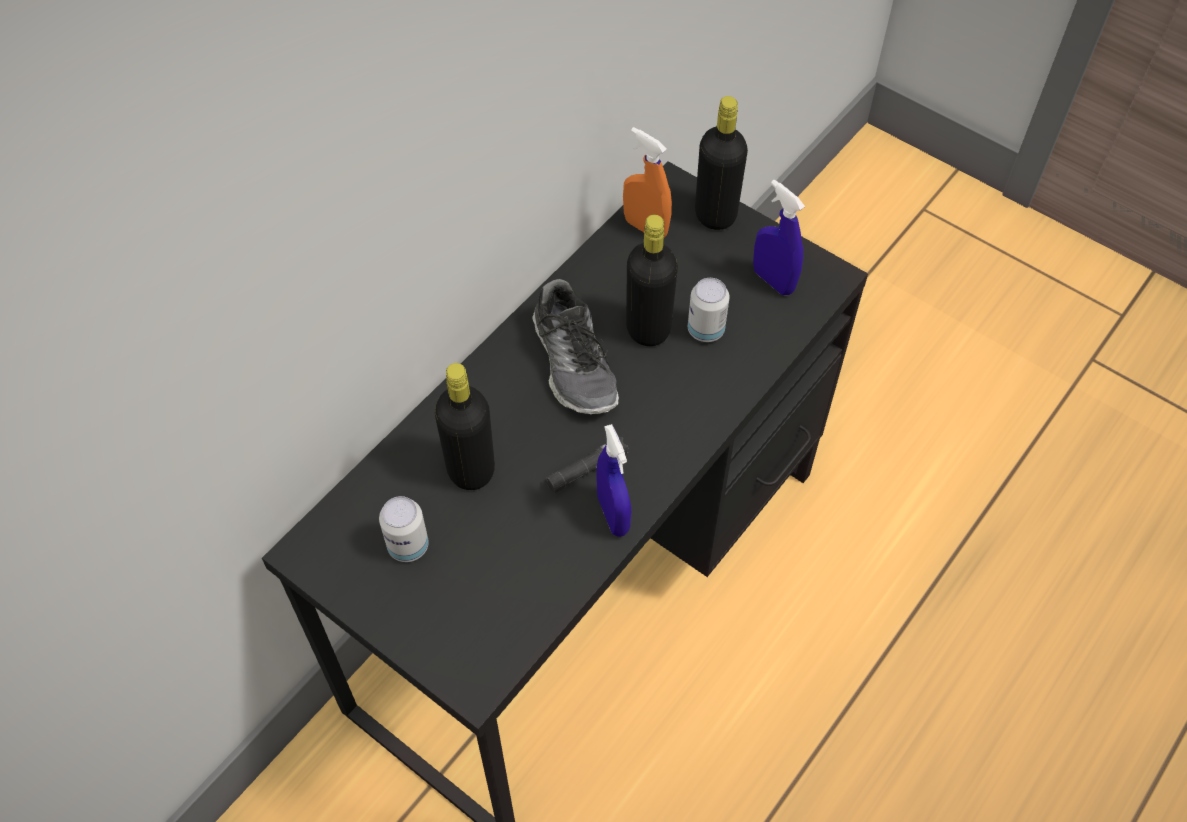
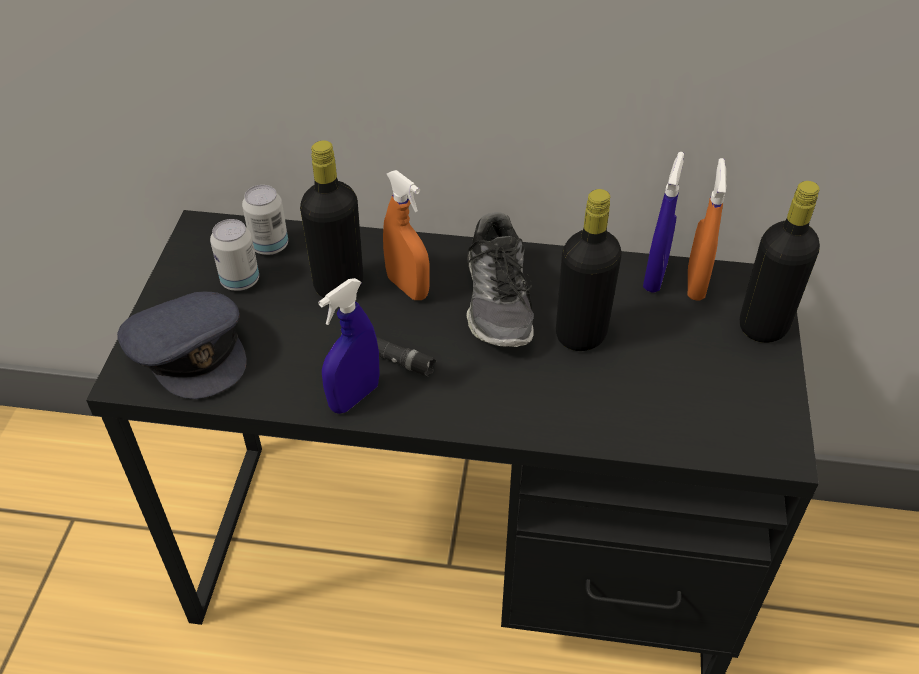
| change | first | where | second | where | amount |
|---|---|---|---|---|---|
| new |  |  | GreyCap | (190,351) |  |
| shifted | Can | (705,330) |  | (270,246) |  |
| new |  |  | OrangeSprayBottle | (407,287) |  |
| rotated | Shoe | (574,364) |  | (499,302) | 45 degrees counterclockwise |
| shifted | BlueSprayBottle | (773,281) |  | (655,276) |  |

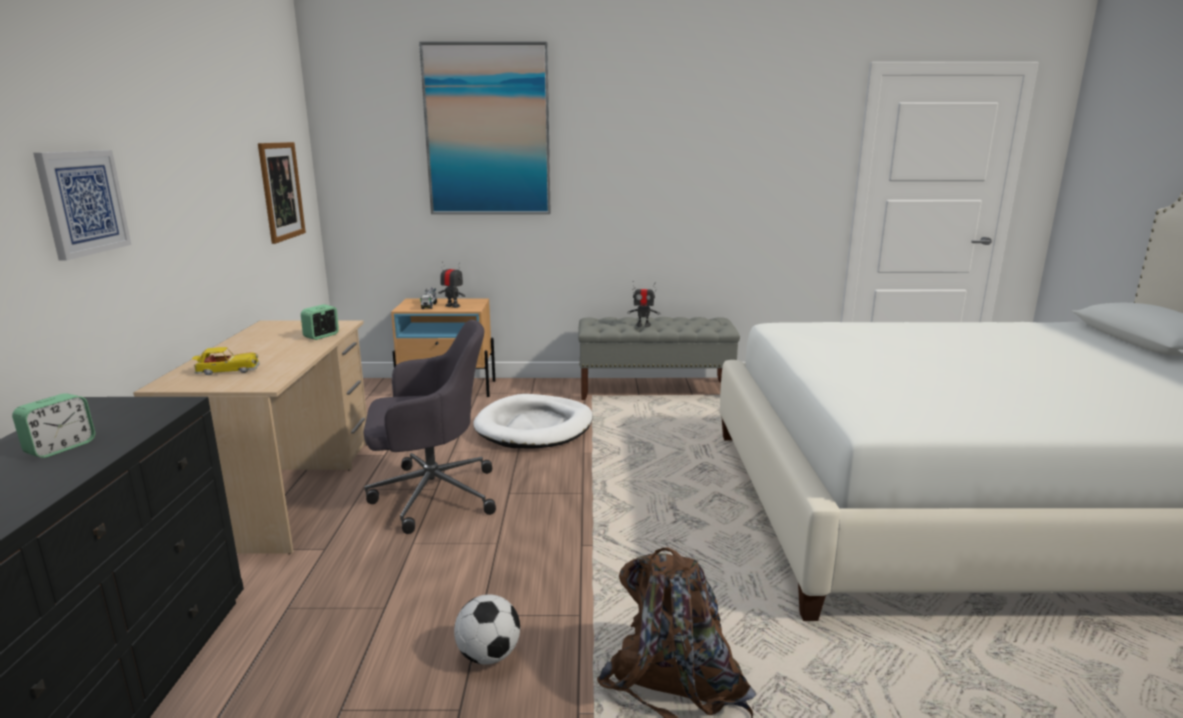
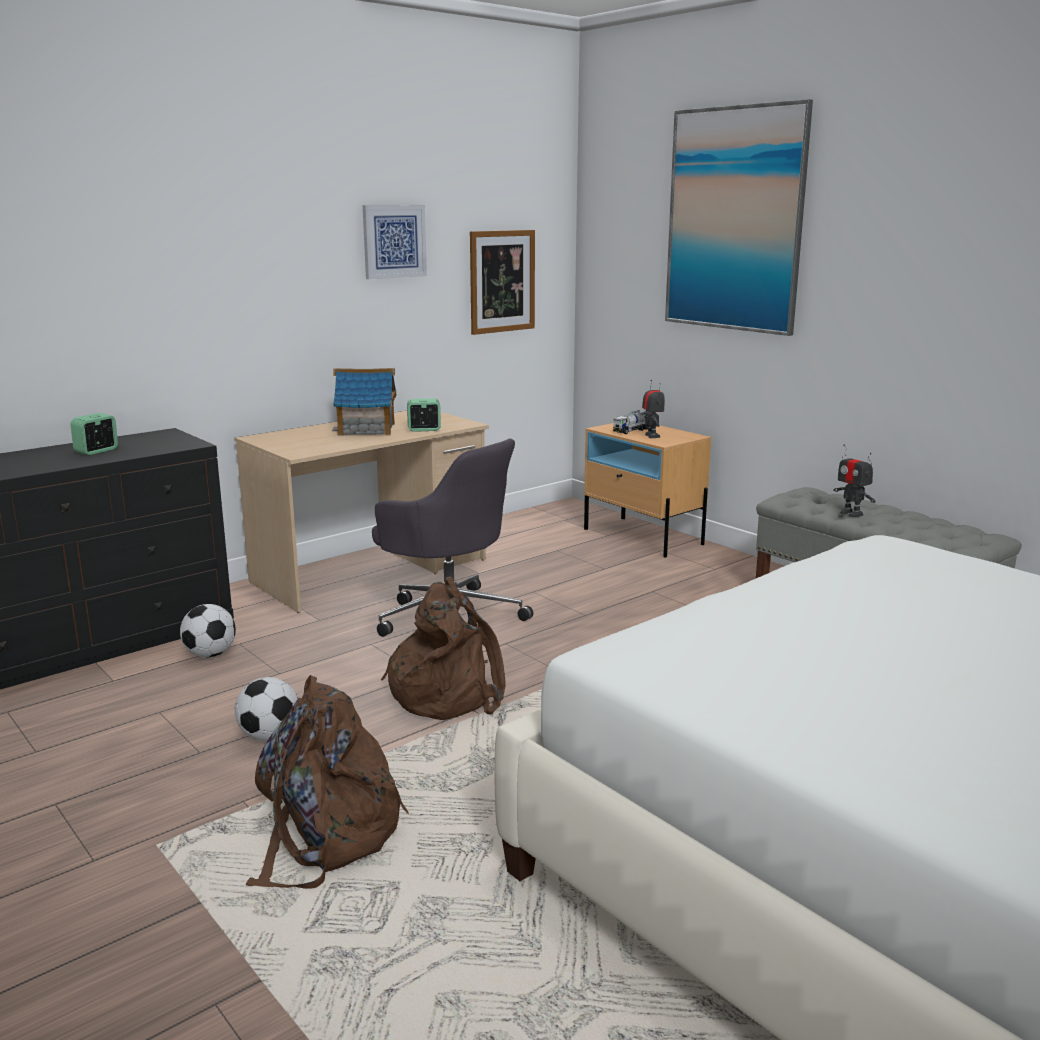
| change | first | where | second | where | amount |
|---|---|---|---|---|---|
| rotated | AlarmClock | (61,448) |  | (97,451) | 135 degrees clockwise |
| new |  |  | Football | (210,654) |  |
| new |  |  | ToyHouse | (367,429) |  |
| shifted | Picture | (82,202) |  | (394,241) |  |
| new |  |  | BrownBackpack | (447,693) |  |
| gone | ToyCar | (227,370) |  |  |  |
| gone | WhiteDogBed | (534,427) |  |  |  |

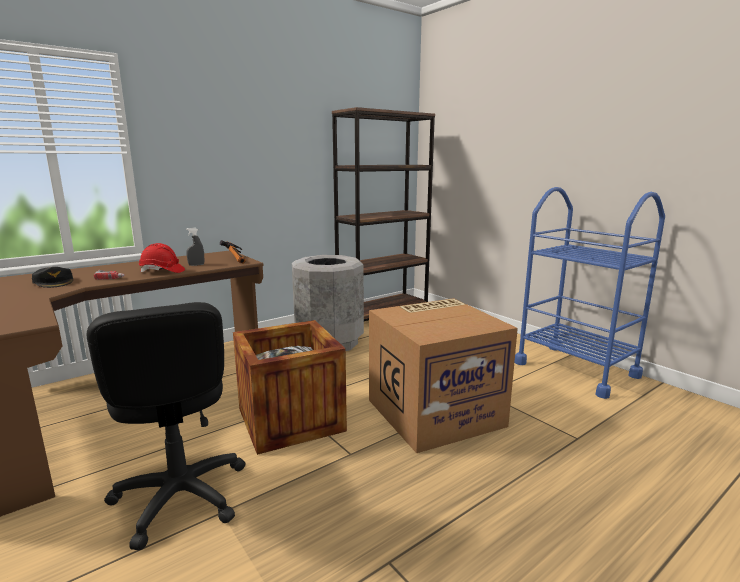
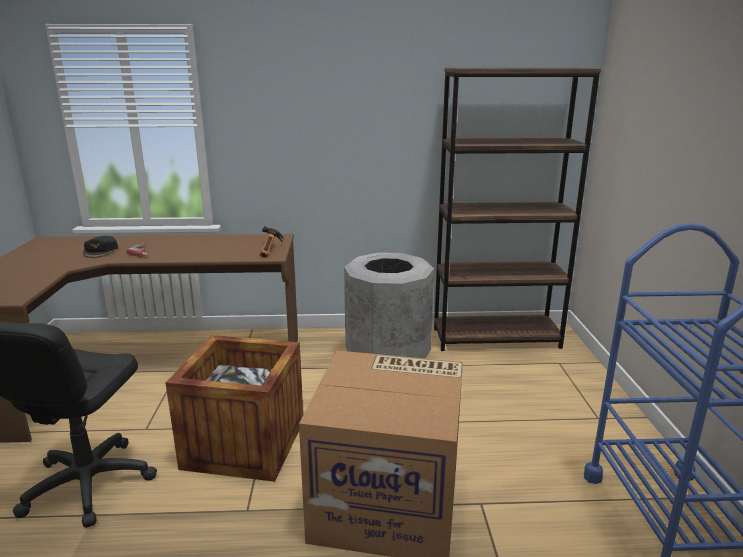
| change | first | where | second | where | amount |
|---|---|---|---|---|---|
| gone | RedHardHat | (162,271) |  |  |  |
| gone | GreySprayBottle | (196,265) |  |  |  |

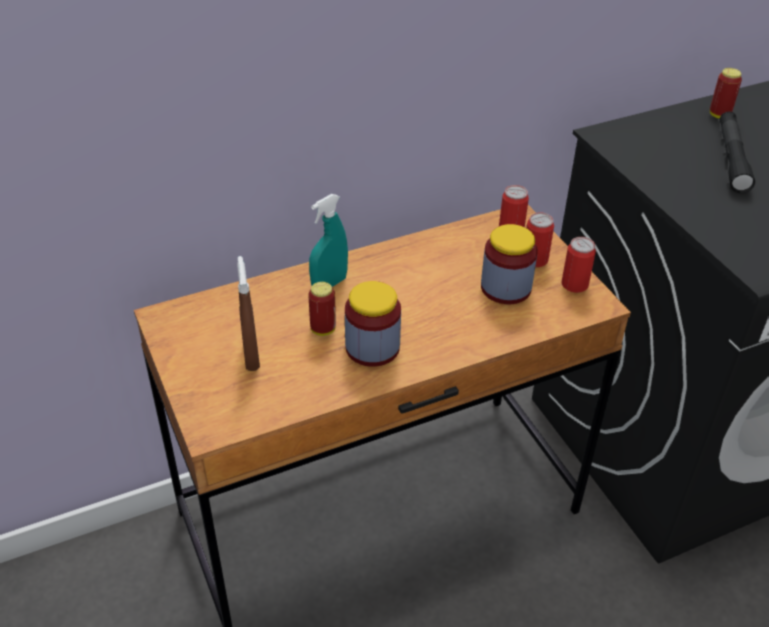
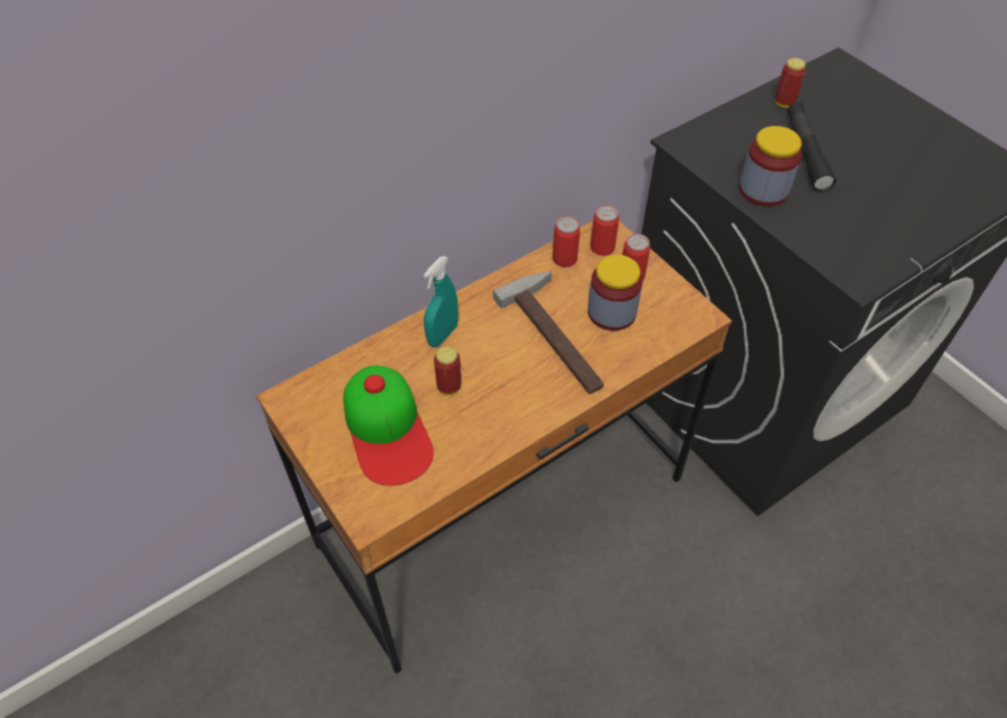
| change | first | where | second | where | amount |
|---|---|---|---|---|---|
| swapped | BrownSprayBottle | (251,357) | Cap | (387,429) |  |
| new |  |  | Hammer | (559,335) |  |
| shifted | Can | (574,284) |  | (564,259) |  |
| shifted | Jar | (372,347) |  | (763,190) |  |

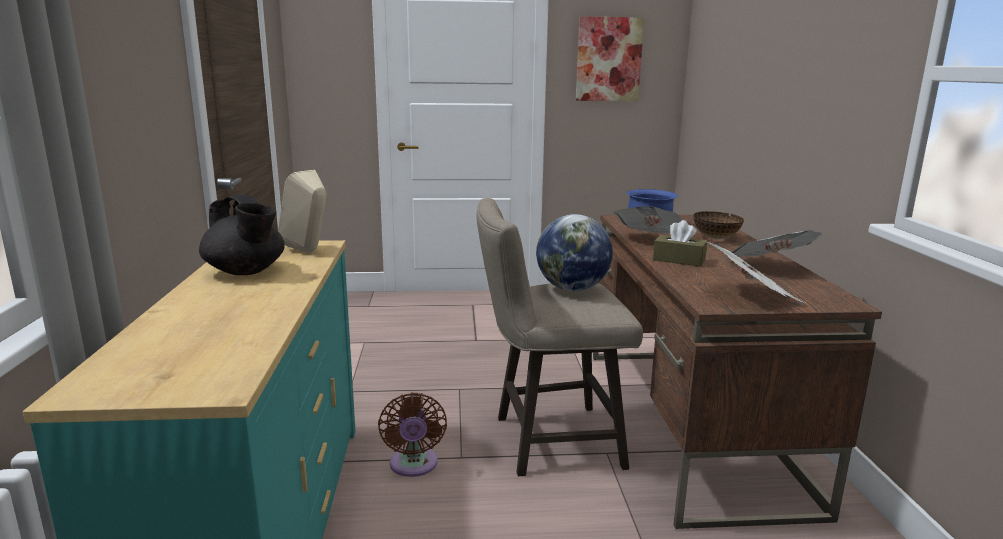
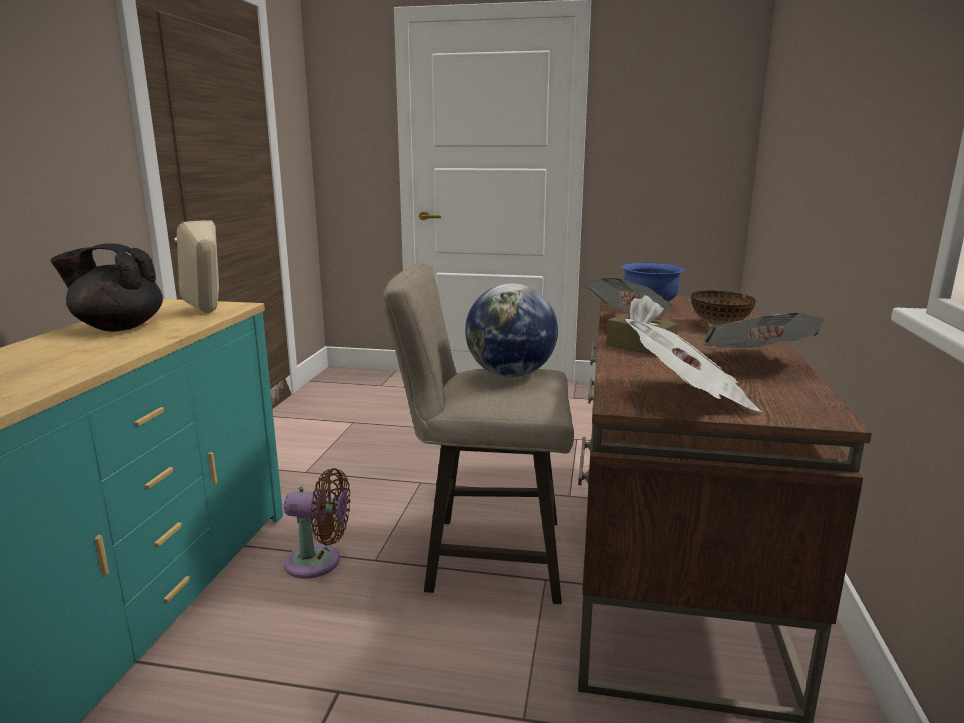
| change | first | where | second | where | amount |
|---|---|---|---|---|---|
| rotated | BlackTeapot | (246,272) |  | (118,327) | 120 degrees clockwise |
| rotated | BrownFan | (413,466) |  | (318,562) | 90 degrees counterclockwise |
| gone | Picture | (608,59) |  |  |  |

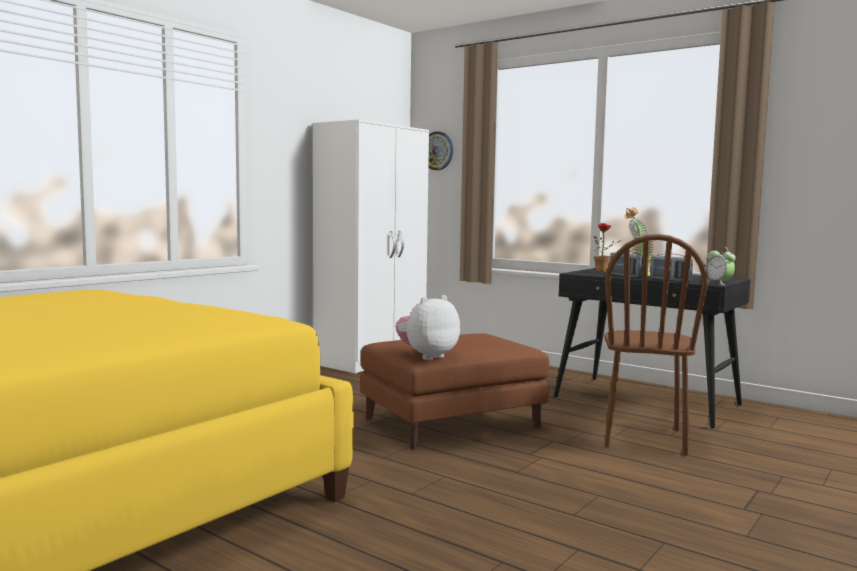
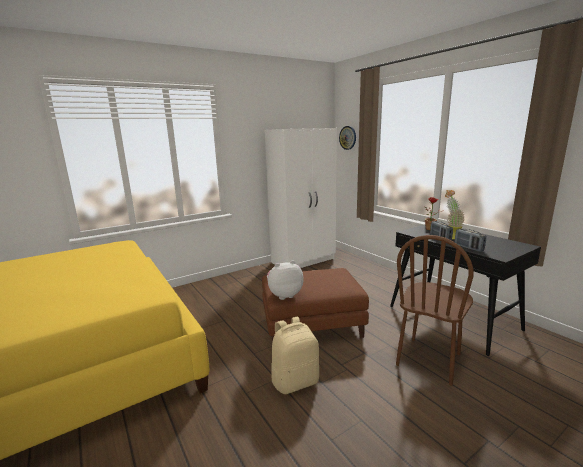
| change | first | where | second | where | amount |
|---|---|---|---|---|---|
| new |  |  | BeigeBackpack | (295,381) |  |
| gone | AlarmClock | (718,283) |  |  |  |

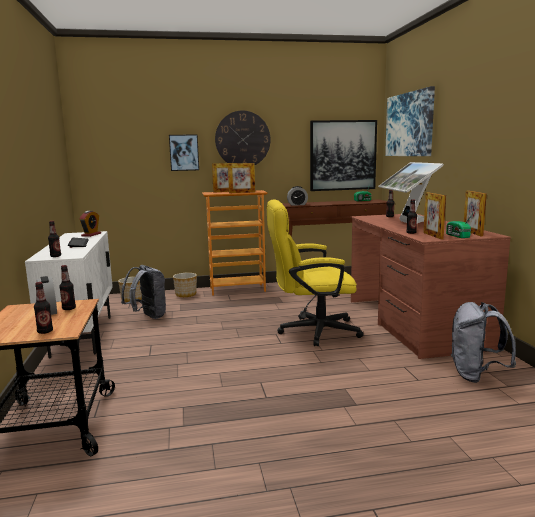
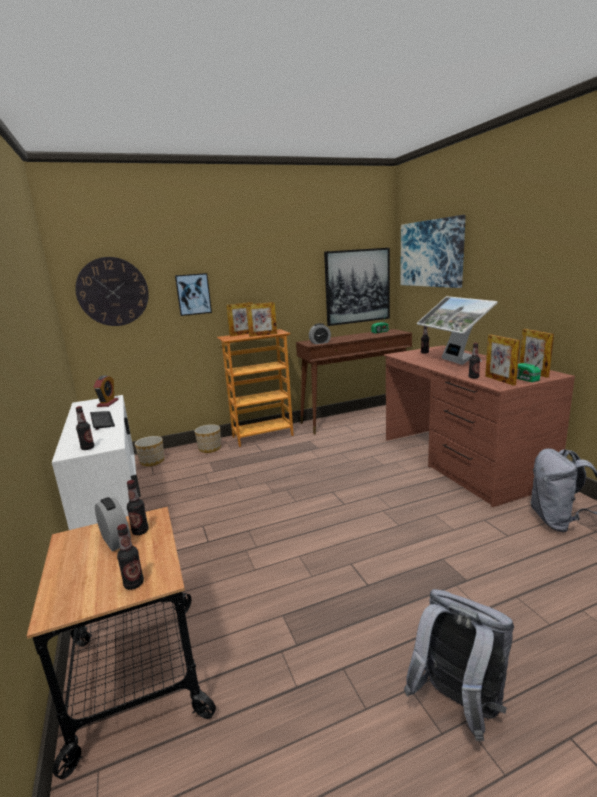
| change | first | where | second | where | amount |
|---|---|---|---|---|---|
| shifted | WallClock | (242,139) |  | (113,292) |  |
| shifted | GreyBackpack | (148,316) |  | (457,704) |  |
| gone | YellowOfficeChair | (311,331) |  |  |  |

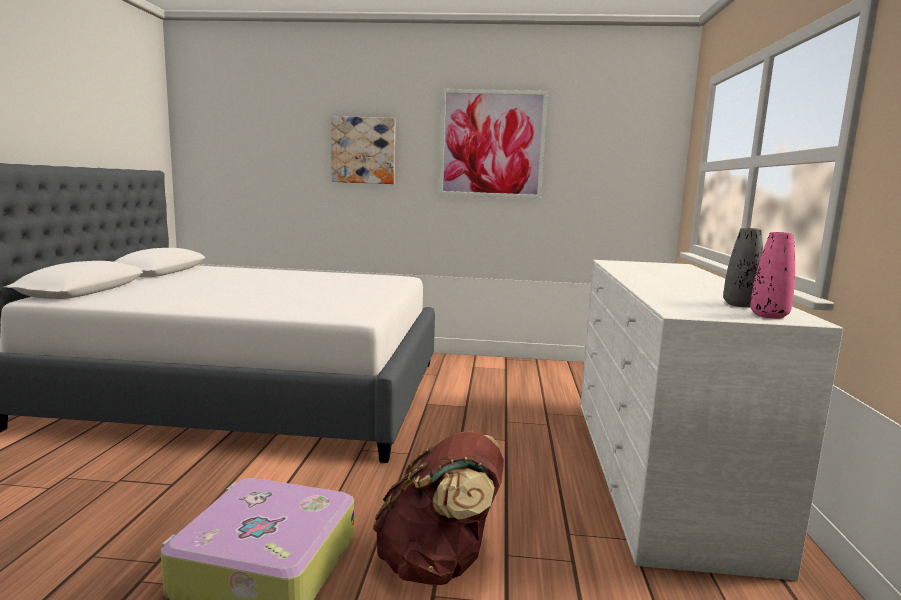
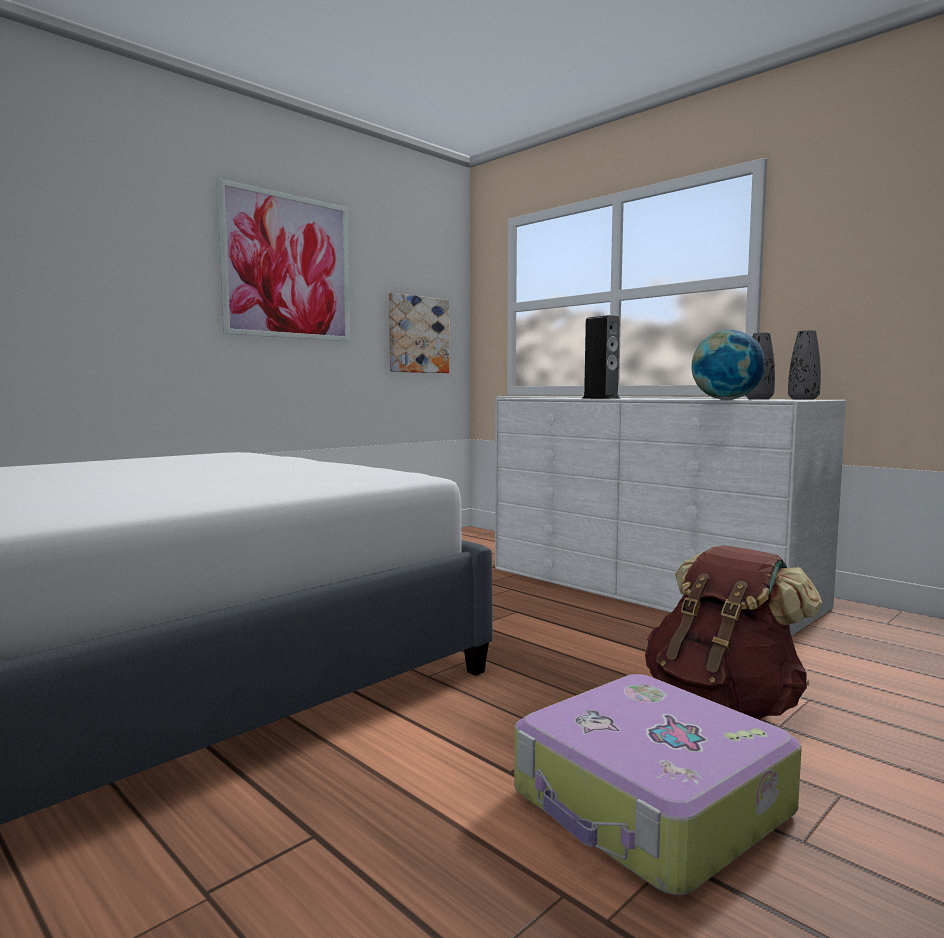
| change | first | where | second | where | amount |
|---|---|---|---|---|---|
| shifted | Picture | (363,150) |  | (418,335) |  |
| new |  |  | Speaker | (600,398) |  |
| new |  |  | Globe | (726,399) |  |
| repainted | PinkVase | (769,316) | GreyVase | (803,399) |  |

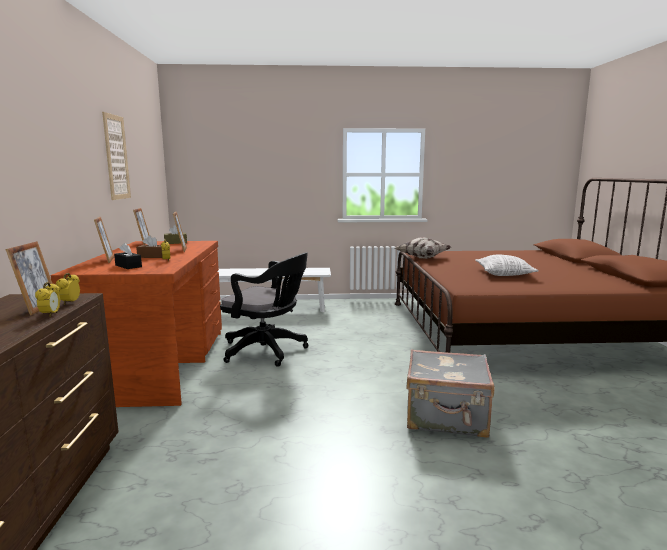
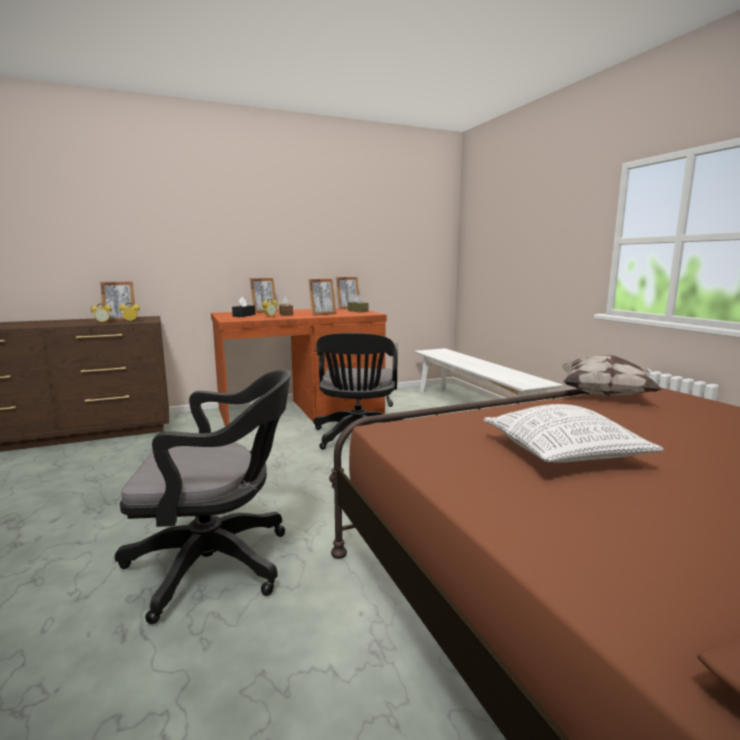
| change | first | where | second | where | amount |
|---|---|---|---|---|---|
| swapped | GreySuitcase | (446,417) | BlackOfficeChair | (218,564) |  |
| gone | Picture | (116,157) |  |  |  |

